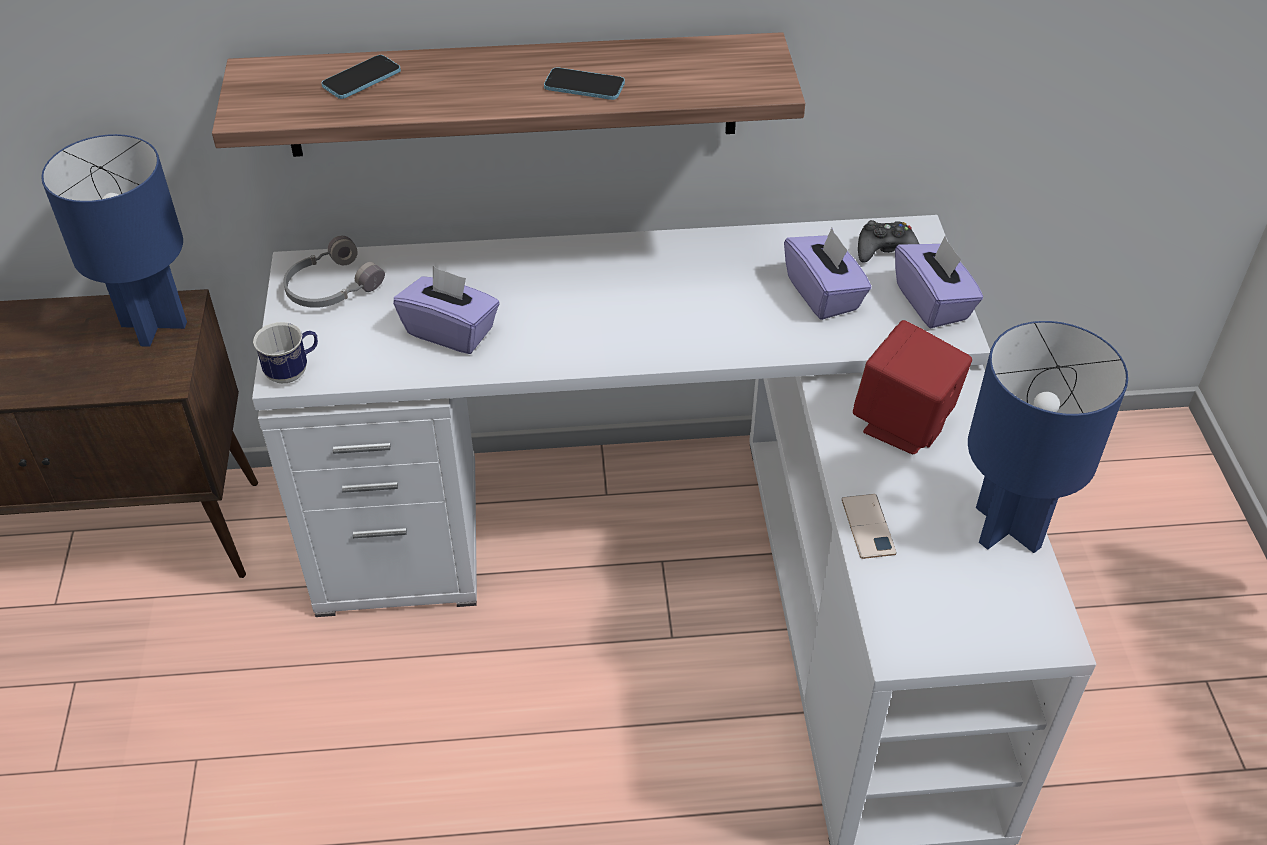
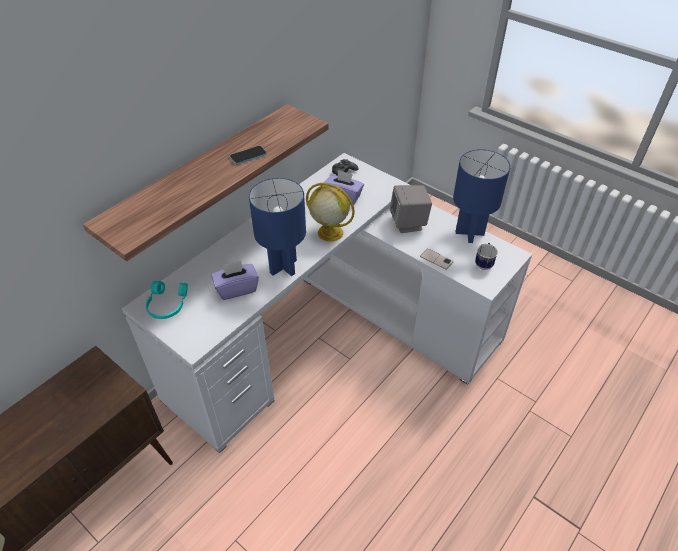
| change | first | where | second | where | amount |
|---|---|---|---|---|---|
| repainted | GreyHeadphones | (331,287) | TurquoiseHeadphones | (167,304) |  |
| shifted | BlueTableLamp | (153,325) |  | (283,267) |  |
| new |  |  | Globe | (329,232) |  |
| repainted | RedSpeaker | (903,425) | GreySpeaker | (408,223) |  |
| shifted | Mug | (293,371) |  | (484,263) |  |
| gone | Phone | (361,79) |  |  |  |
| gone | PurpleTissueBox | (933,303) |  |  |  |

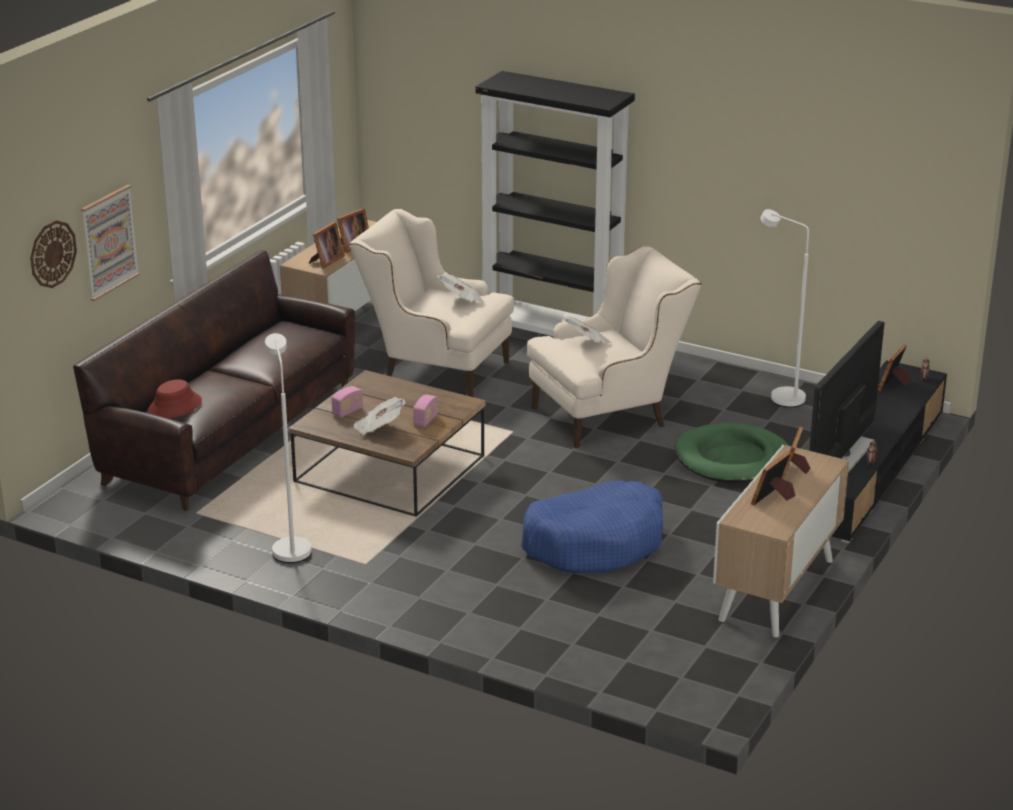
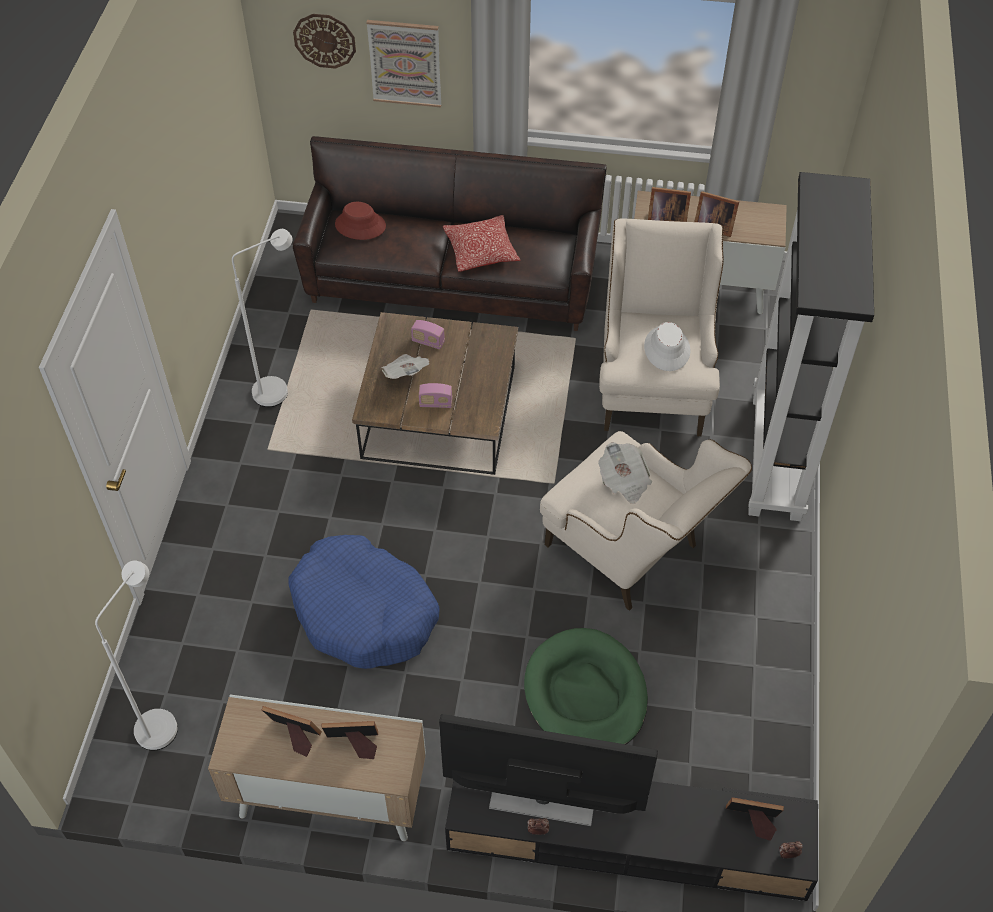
| change | first | where | second | where | amount |
|---|---|---|---|---|---|
| shifted | WhiteFloorLamp | (780,396) |  | (163,720) |  |
| new |  |  | Pillow | (481,251) |  |
| swapped | Newspaper | (461,300) | WhiteHat | (667,349) |  |

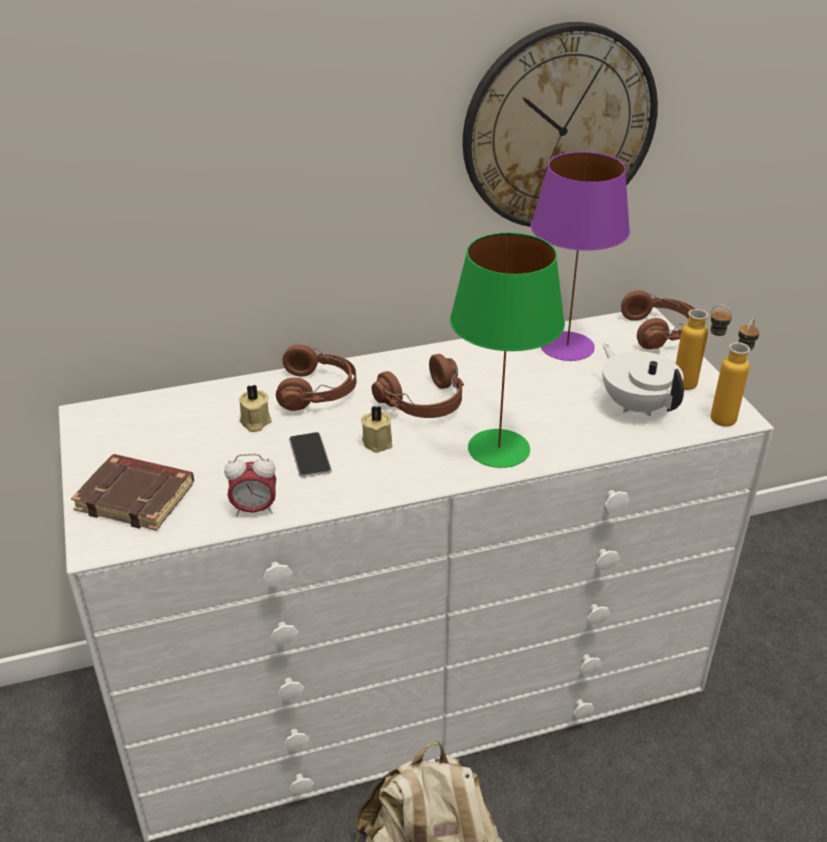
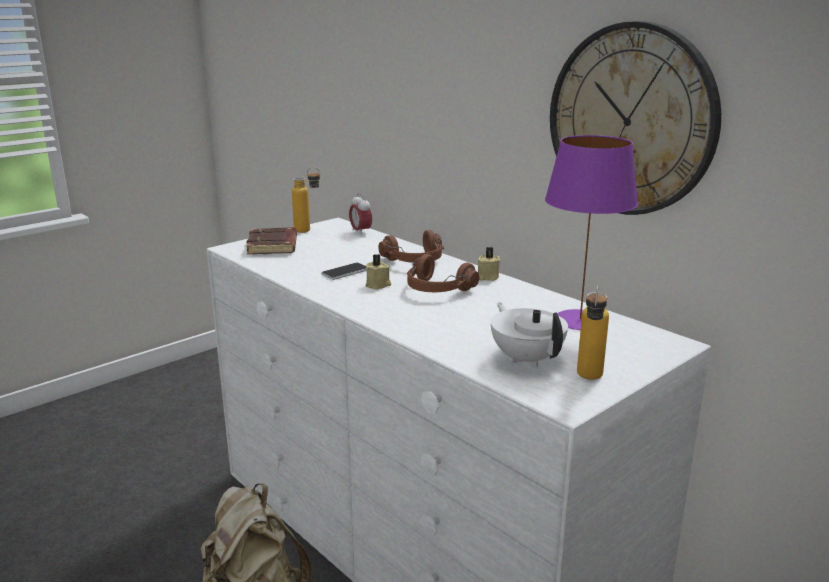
| change | first | where | second | where | amount |
|---|---|---|---|---|---|
| shifted | Bottle | (727,414) |  | (308,231) |  |
| shifted | AlarmClock | (254,509) |  | (360,232) |  |
| shifted | BeigeCandle | (255,422) |  | (487,277) |  |
| rotated | WhiteTeapot | (637,405) |  | (526,358) | 60 degrees counterclockwise |
| gone | GreenTableLamp | (499,449) |  |  |  |
| gone | BrownHeadphones | (660,332) |  |  |  |

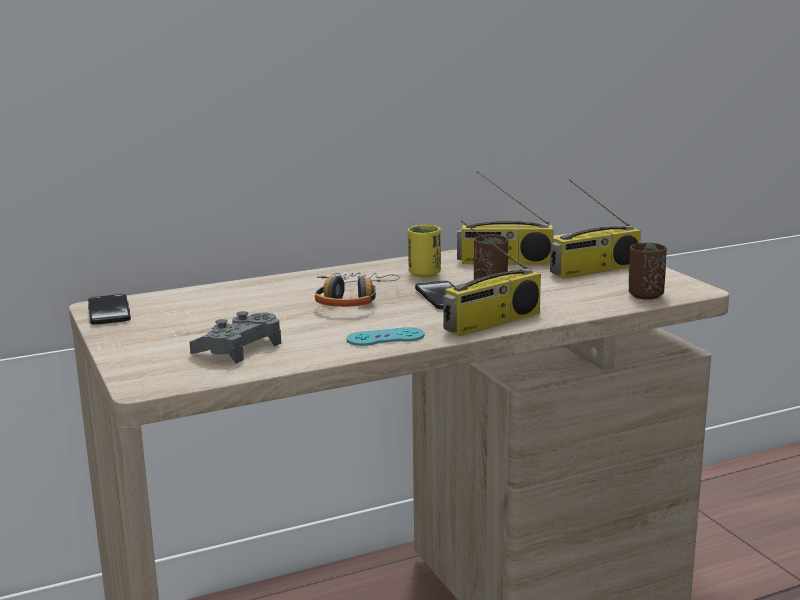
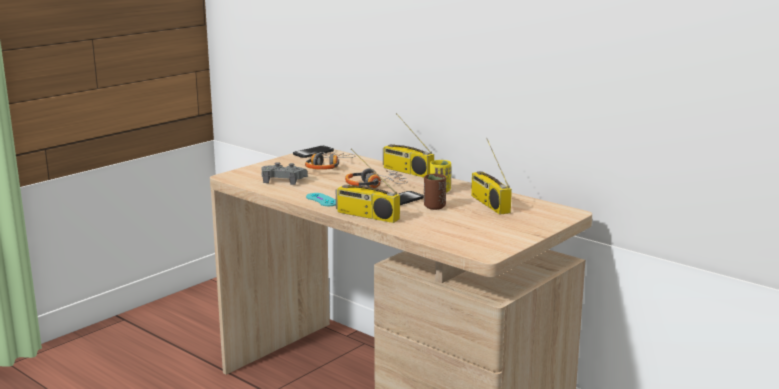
| change | first | where | second | where | amount |
|---|---|---|---|---|---|
| new |  |  | Headphones | (326,167) |  |
| shifted | Radio | (594,270) |  | (406,171) |  |
| gone | BrownCup | (645,295) |  |  |  |

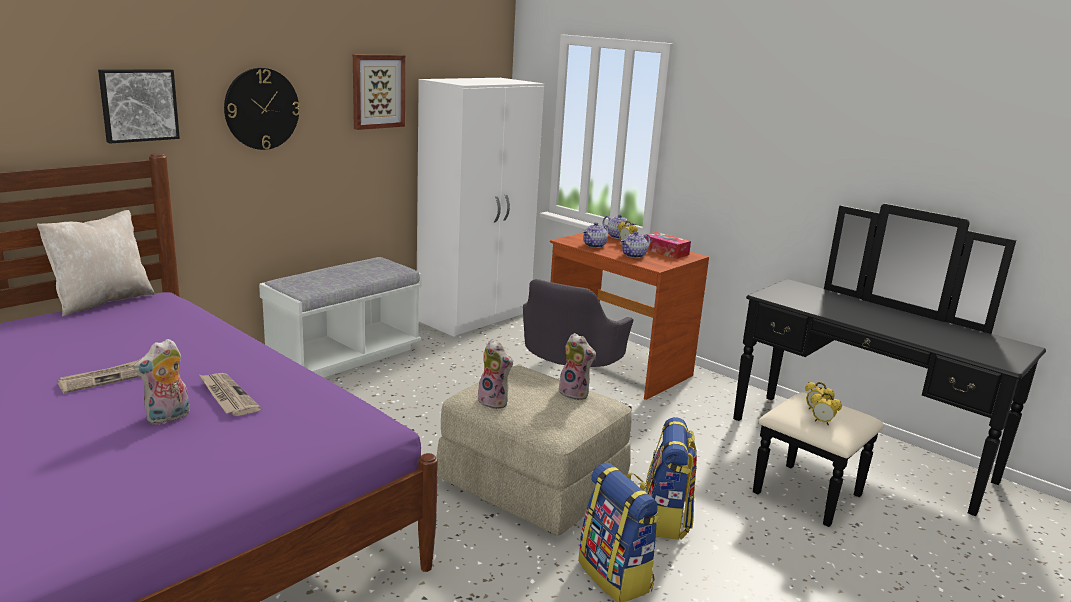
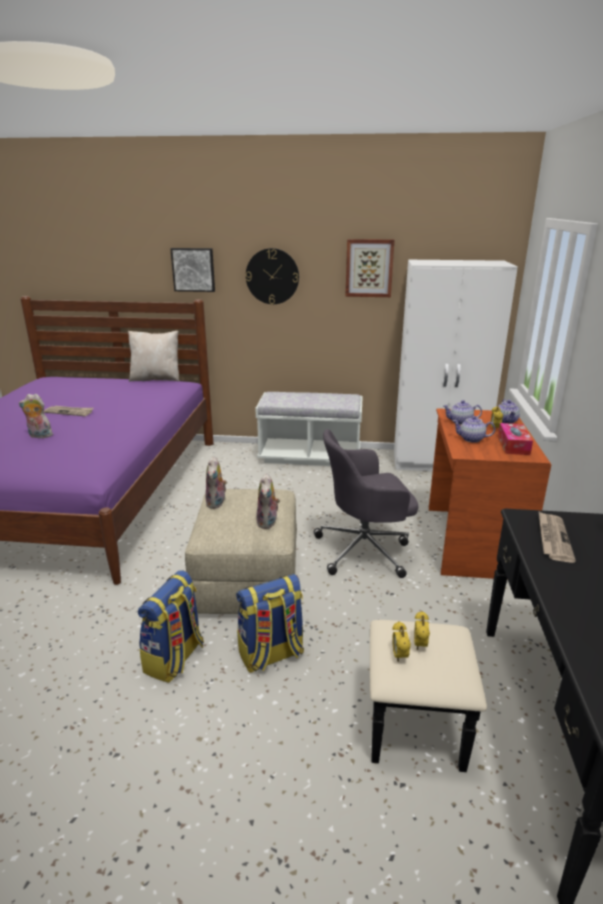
| change | first | where | second | where | amount |
|---|---|---|---|---|---|
| shifted | Newspaper | (227,396) |  | (553,538) |  |

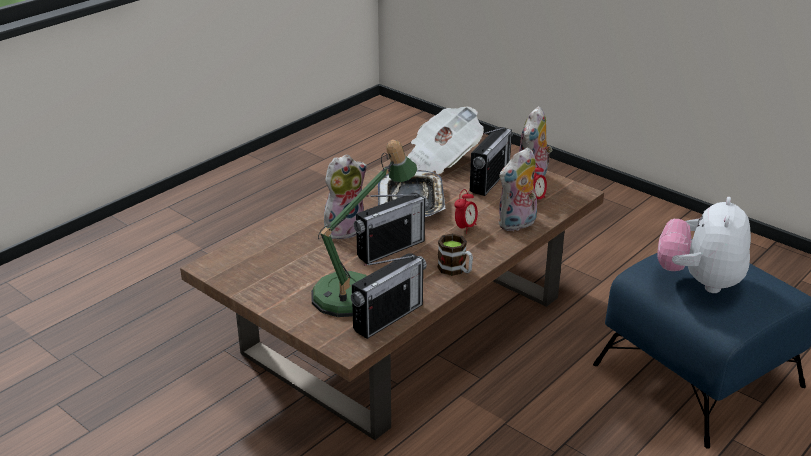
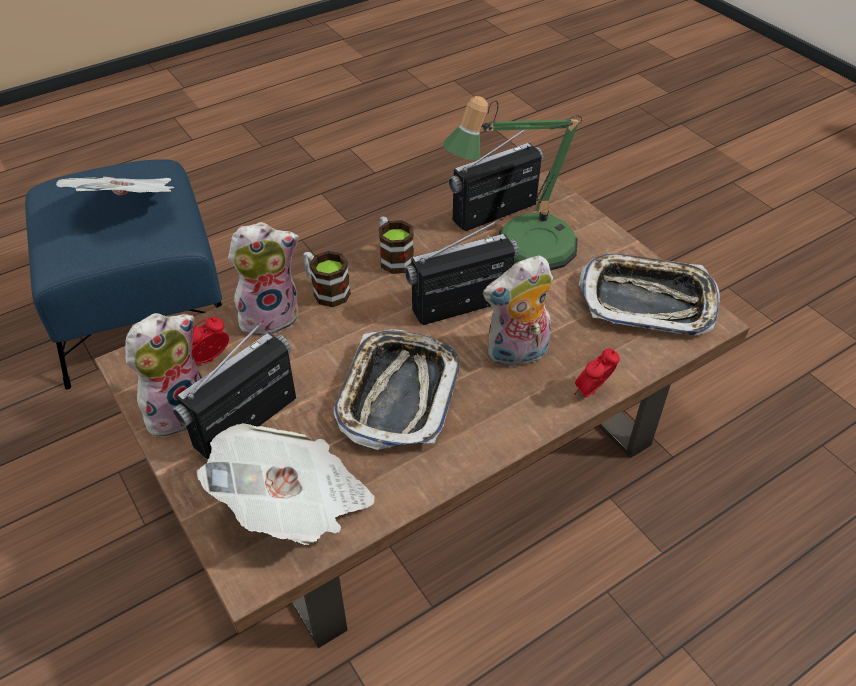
| change | first | where | second | where | amount |
|---|---|---|---|---|---|
| swapped | PlushToy | (699,281) | Newspaper | (130,208) |  |
| new |  |  | Mug | (326,290) |  |
| shifted | AlarmClock | (465,228) |  | (592,392) |  |
| new |  |  | Tray | (647,300) |  |

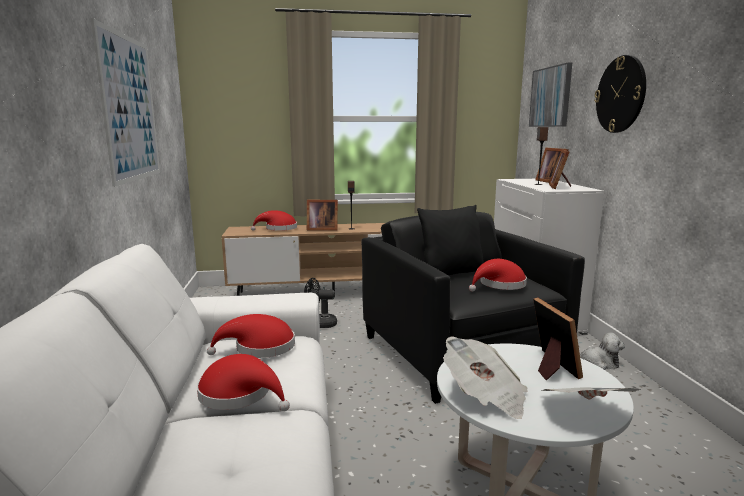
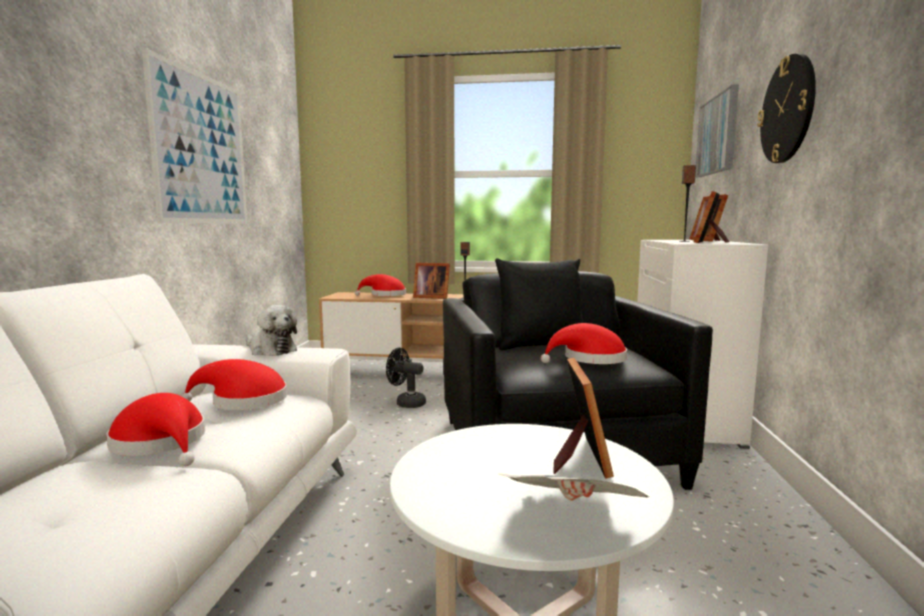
| change | first | where | second | where | amount |
|---|---|---|---|---|---|
| shifted | PlushToy | (598,362) |  | (270,350) |  |
| gone | Newspaper | (485,397) |  |  |  |

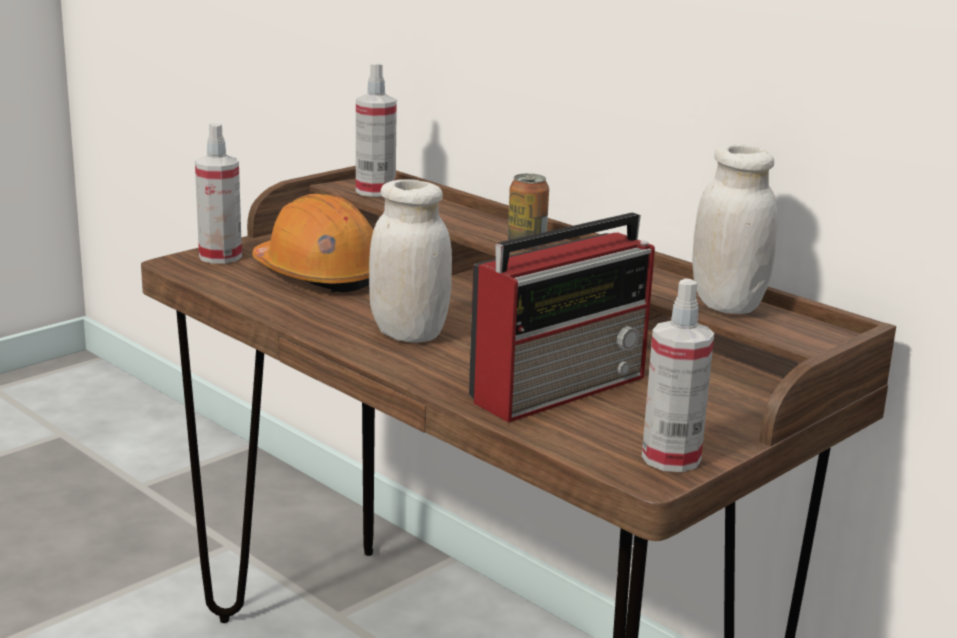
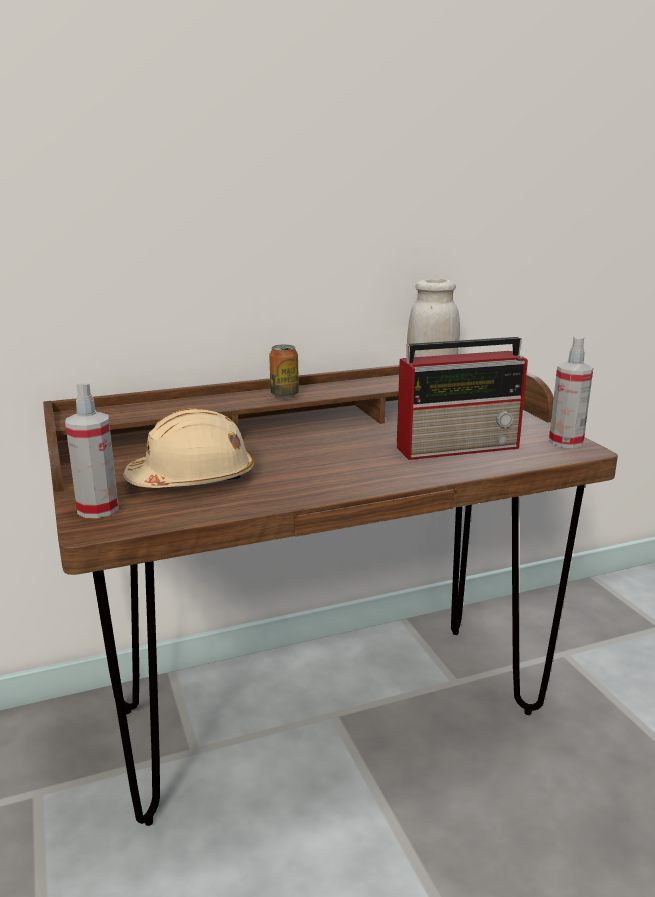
| change | first | where | second | where | amount |
|---|---|---|---|---|---|
| repainted | OrangeHardHat | (320,275) | BeigeHardHat | (193,479) |  |
| rotated | Radio | (562,387) |  | (459,447) | 90 degrees clockwise |
| gone | SprayBottle | (375,191) |  |  |  |
| gone | WhiteJar | (409,334) |  |  |  |

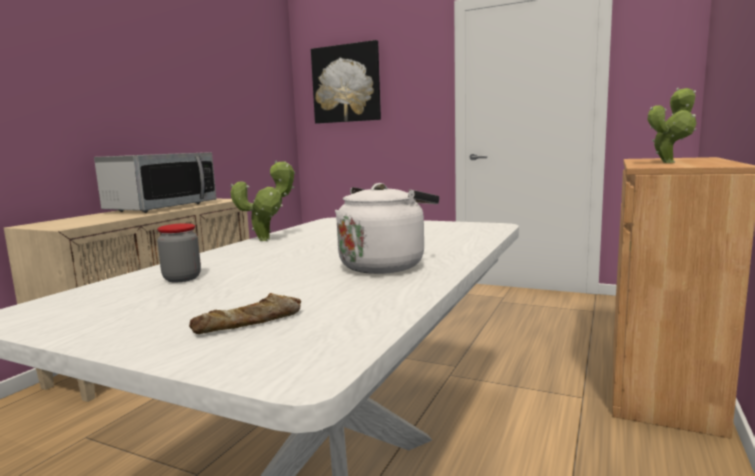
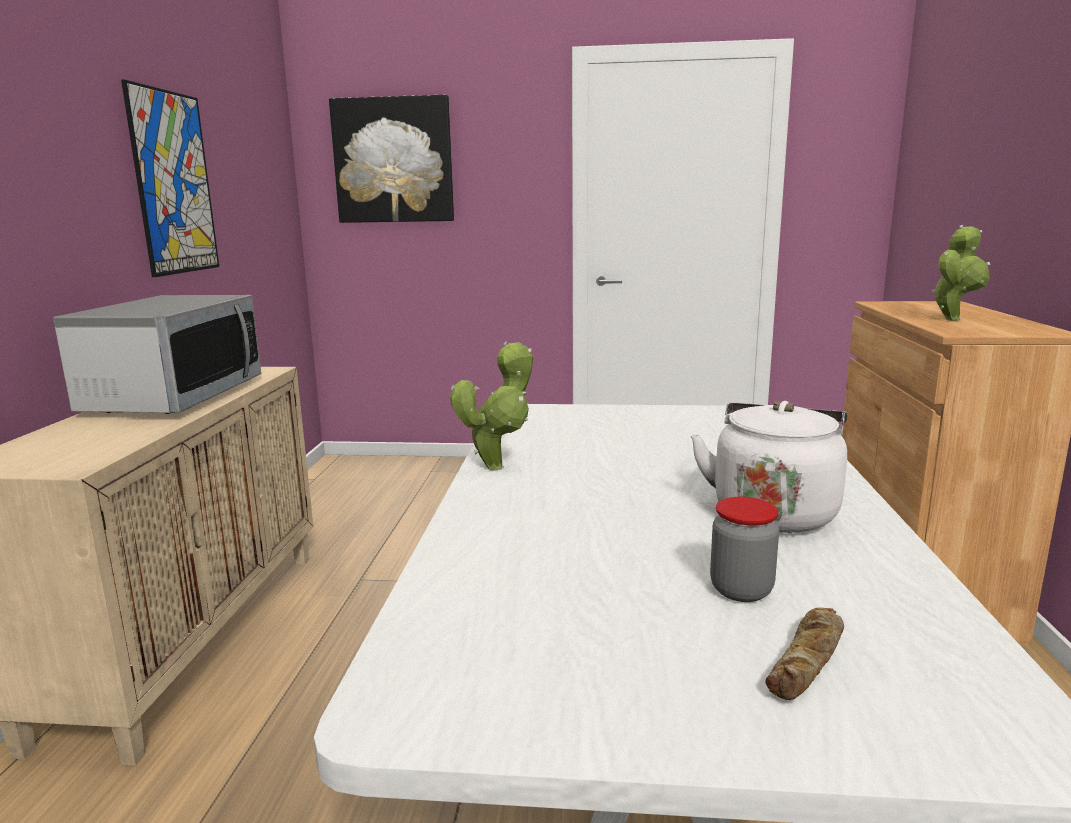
| change | first | where | second | where | amount |
|---|---|---|---|---|---|
| new |  |  | Picture | (174,183) |  |
| shifted | Jar | (182,278) |  | (741,590) |  |

